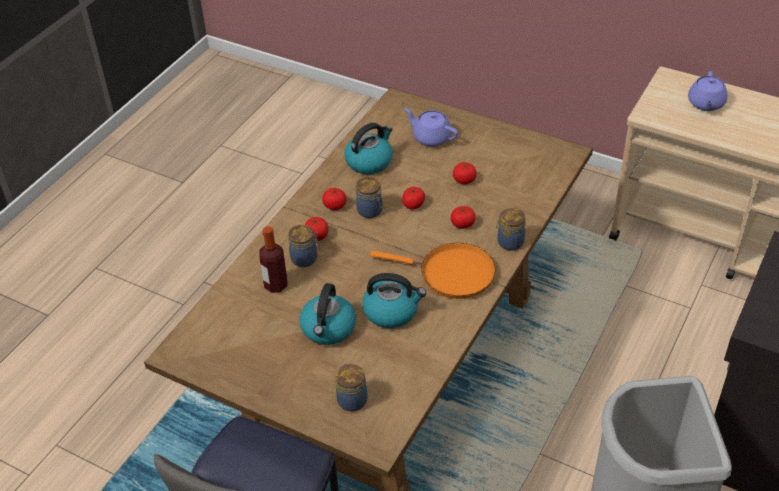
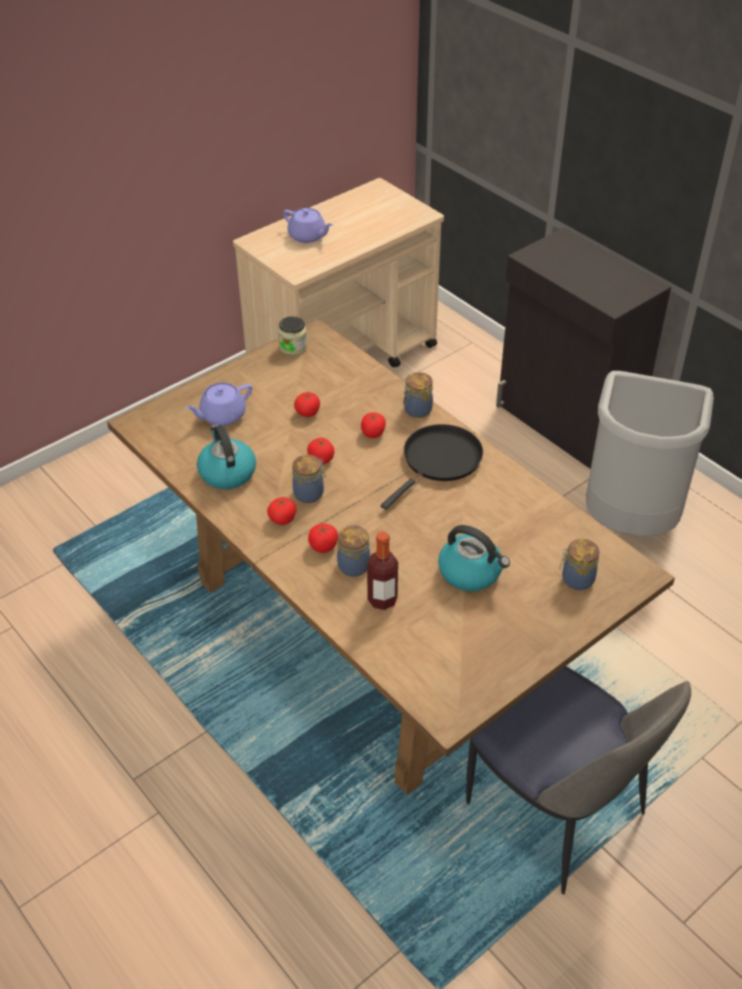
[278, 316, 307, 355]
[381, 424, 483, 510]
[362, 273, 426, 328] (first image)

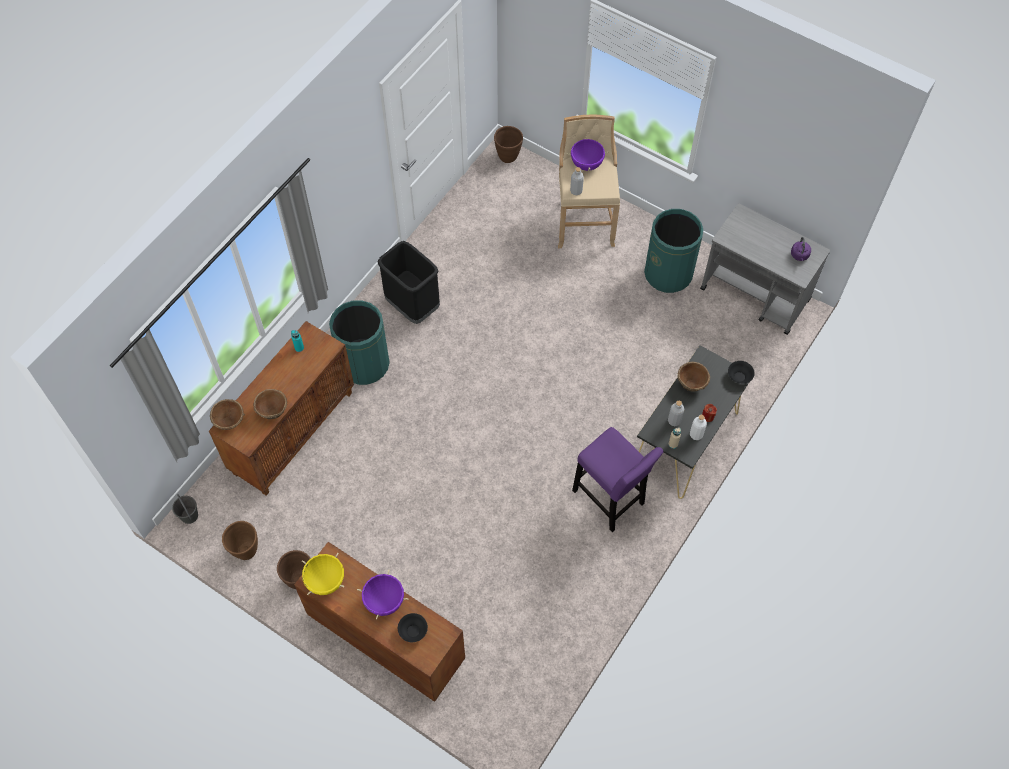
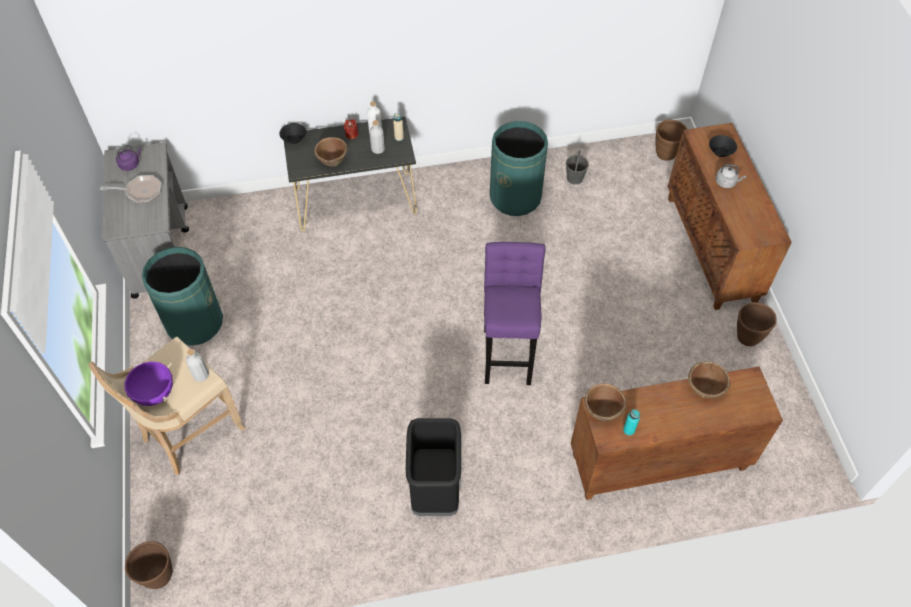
[100, 175, 161, 203]
[484, 242, 545, 385]
[490, 121, 548, 216]
[566, 150, 589, 185]
[585, 383, 626, 421]
[655, 120, 687, 160]
[715, 164, 746, 188]
[302, 553, 345, 595] (first image)

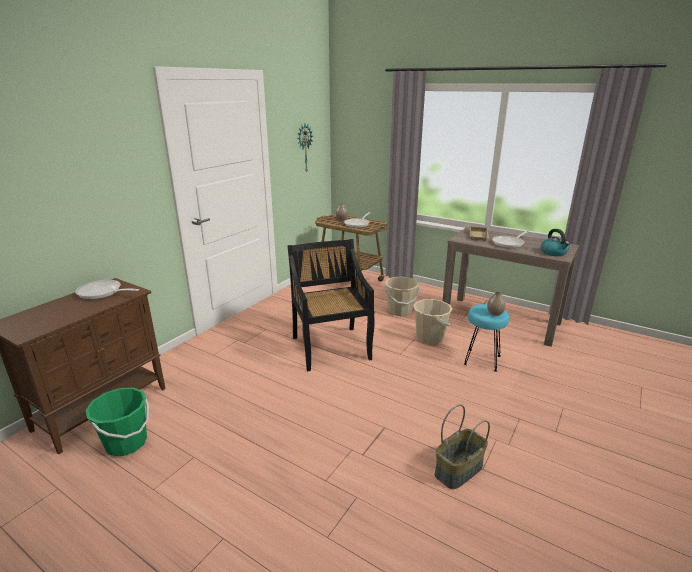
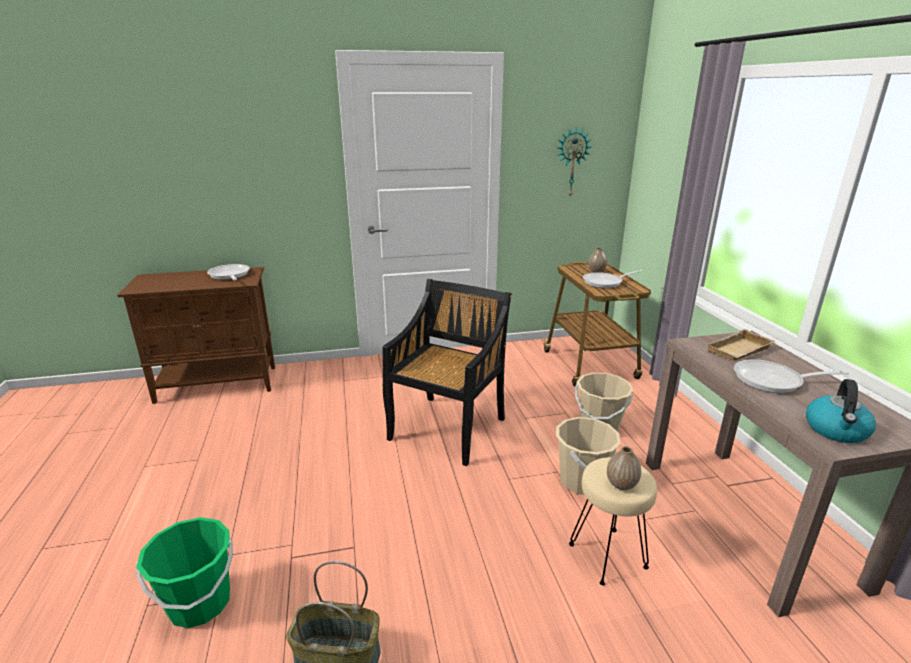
[136, 517, 233, 628]
[569, 457, 657, 585]

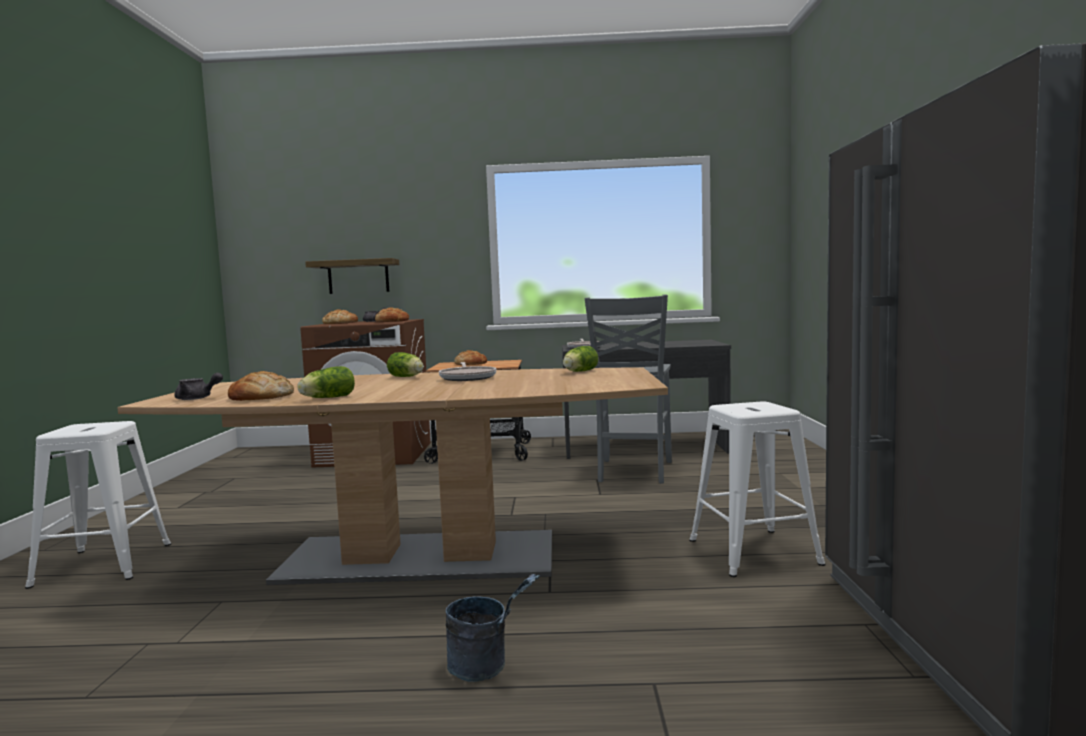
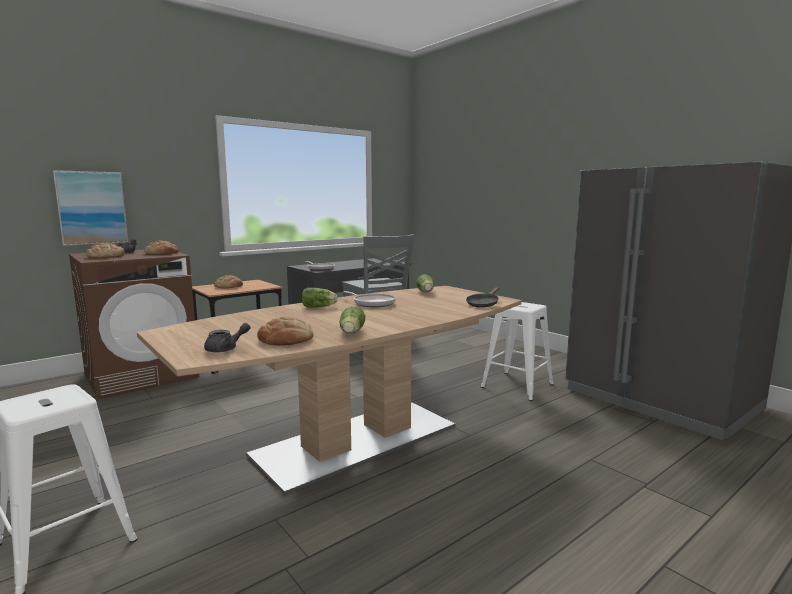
[53, 170, 129, 246]
[466, 287, 499, 308]
[446, 574, 540, 682] (first image)

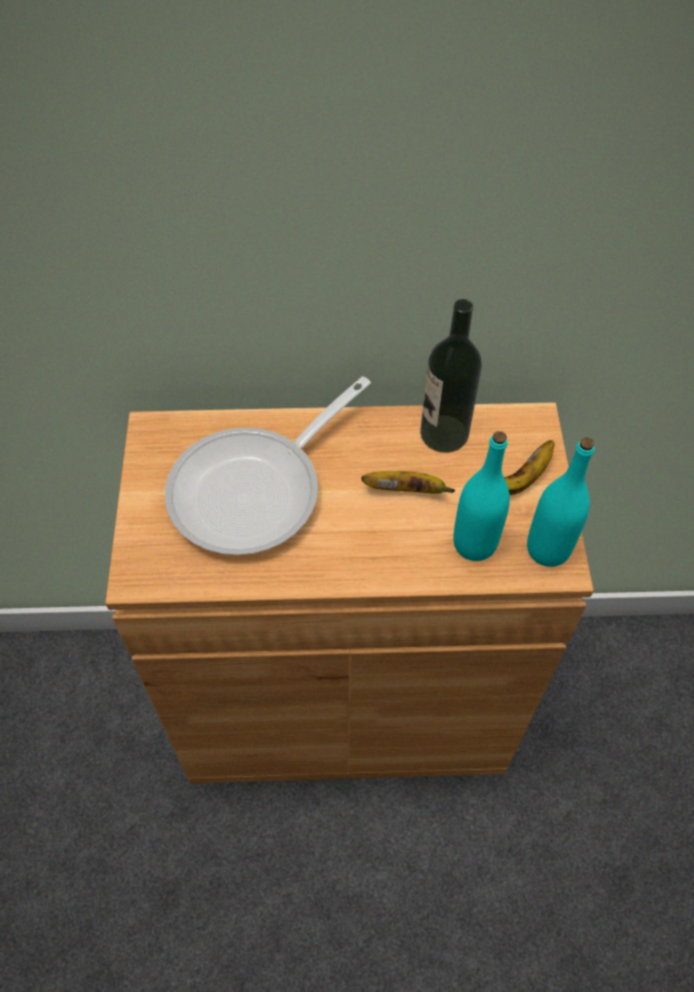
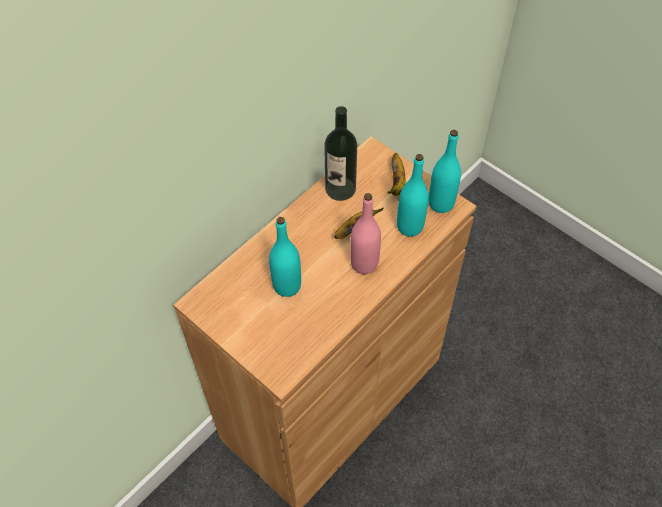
[269, 217, 301, 297]
[350, 193, 381, 274]

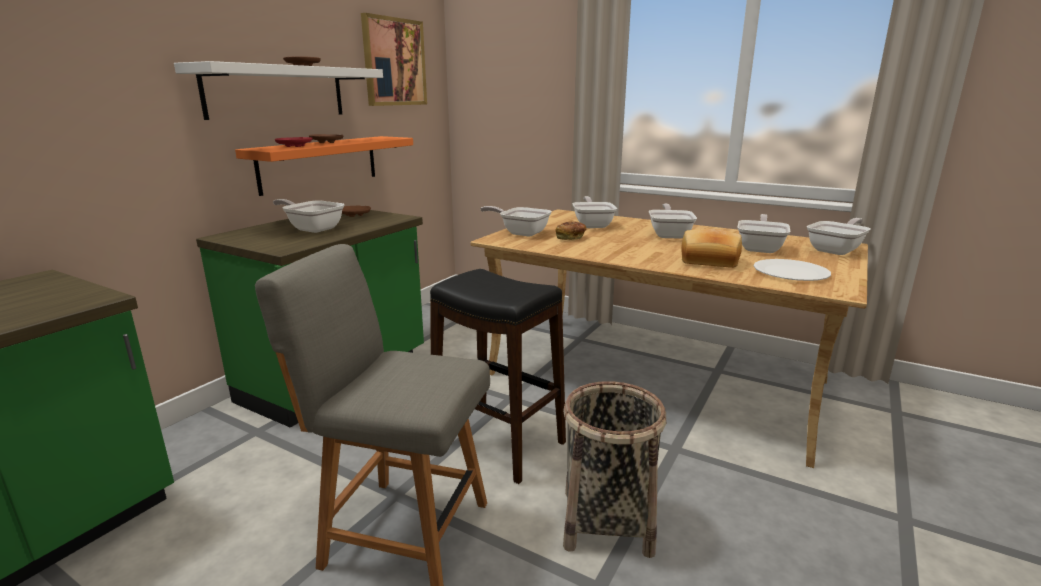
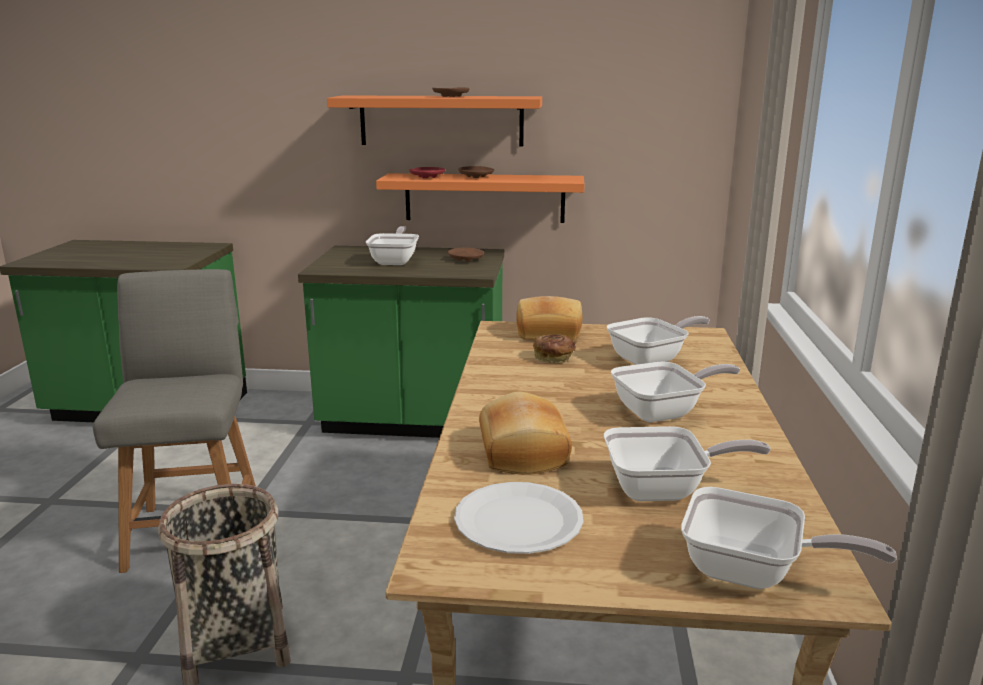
[327, 95, 542, 147]
[516, 296, 582, 340]
[361, 13, 427, 106] (first image)
[430, 269, 566, 484] (first image)

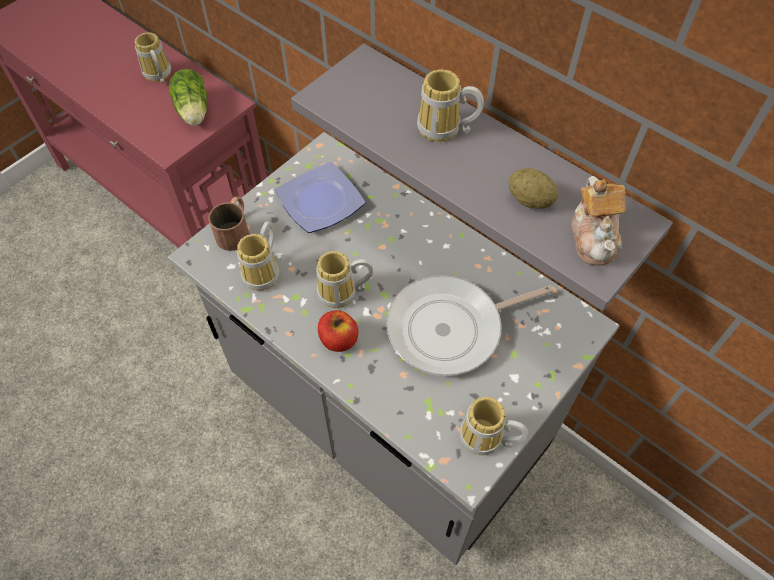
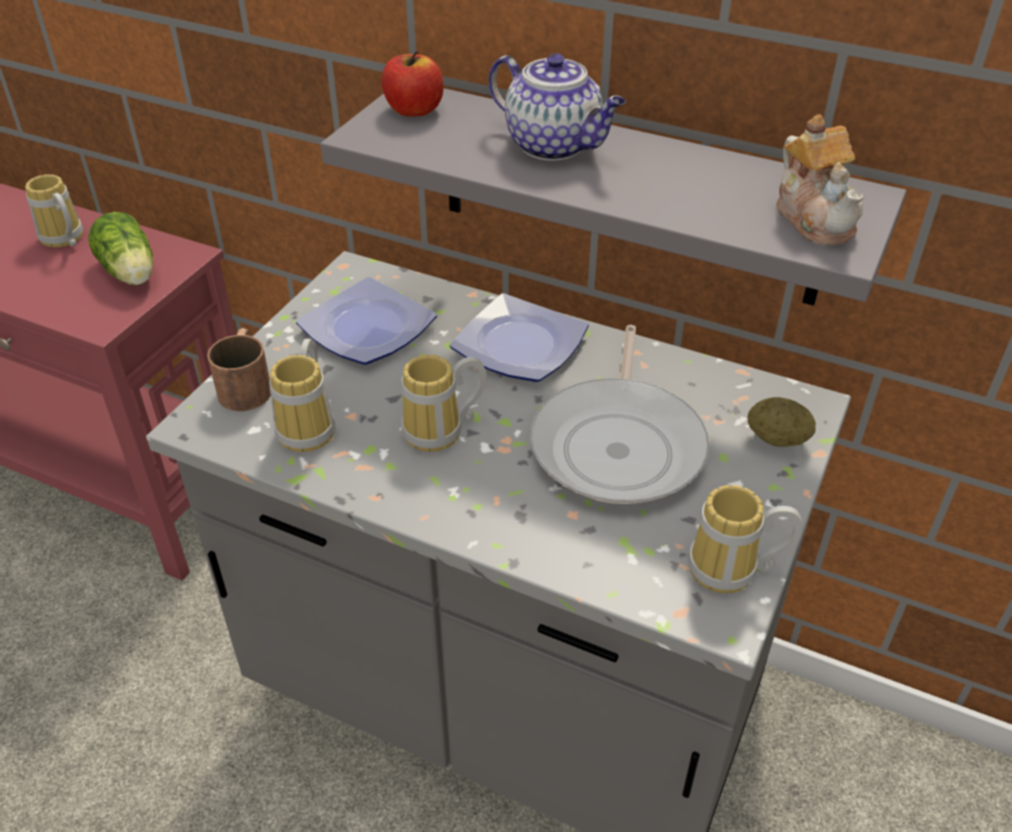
[381, 51, 444, 117]
[450, 293, 589, 382]
[489, 53, 626, 161]
[531, 325, 709, 504]
[748, 397, 816, 447]

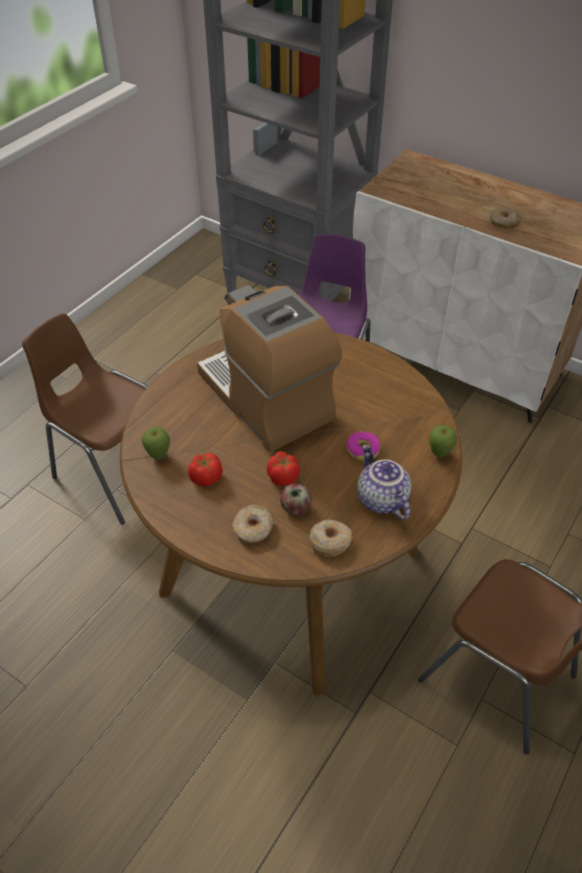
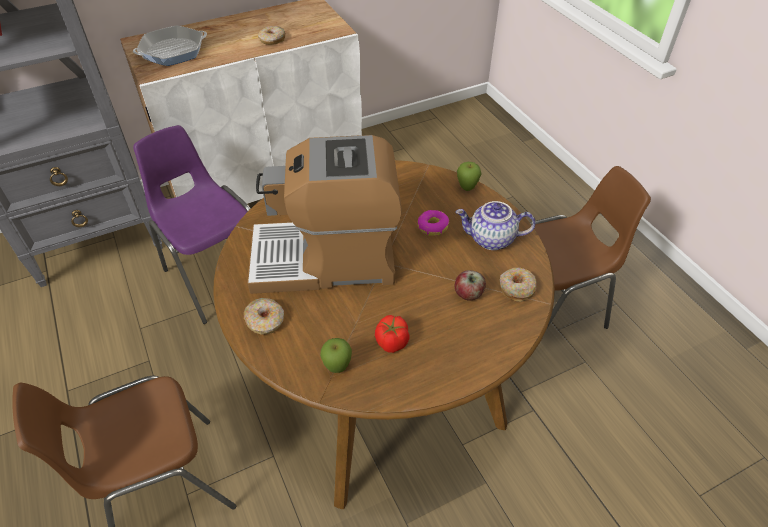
[133, 25, 207, 66]
[244, 298, 284, 335]
[267, 451, 300, 486] (first image)

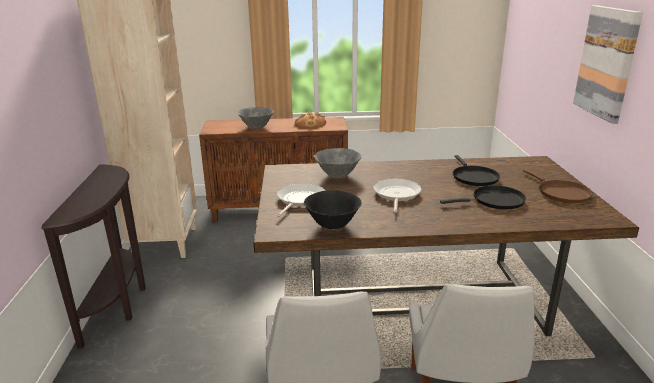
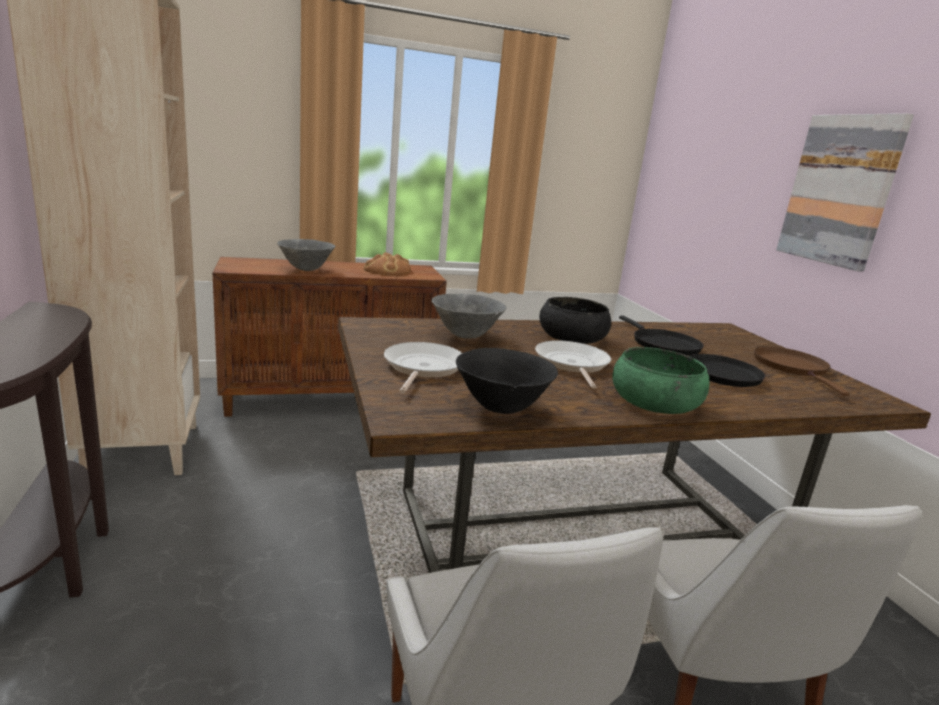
[539, 297, 611, 344]
[612, 347, 710, 414]
[754, 346, 849, 396]

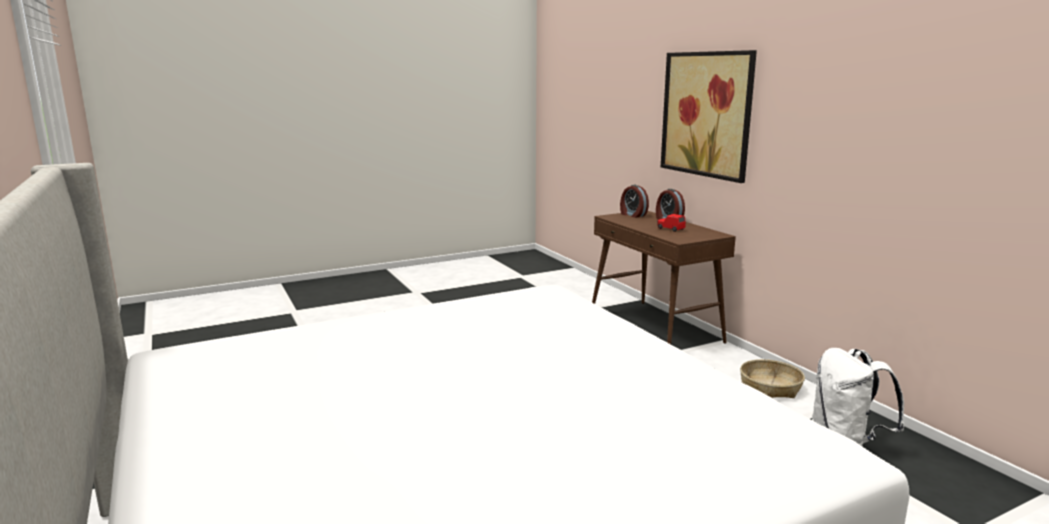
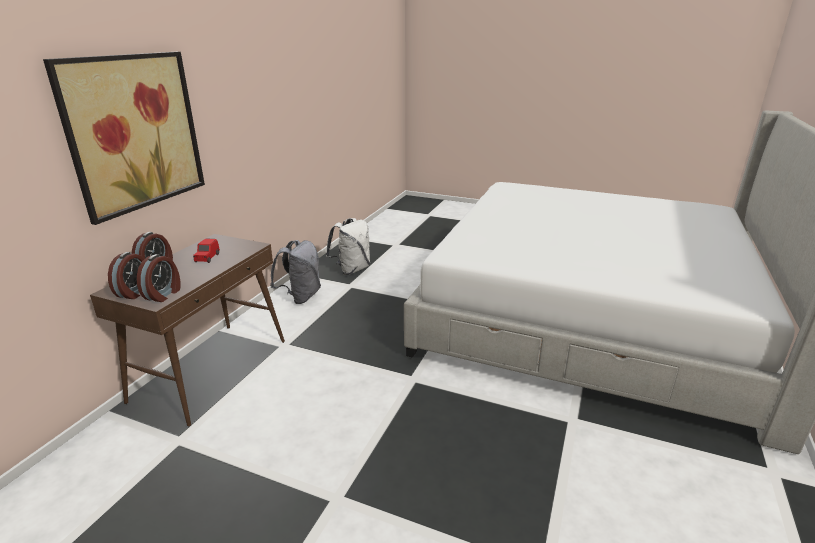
[137, 254, 180, 302]
[270, 240, 321, 304]

